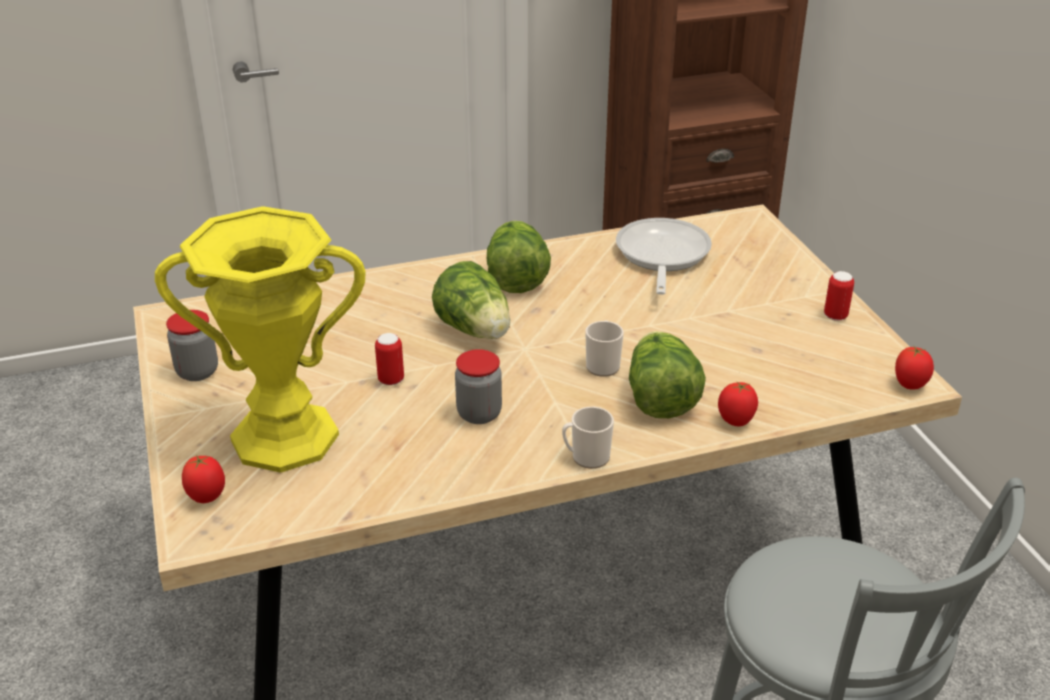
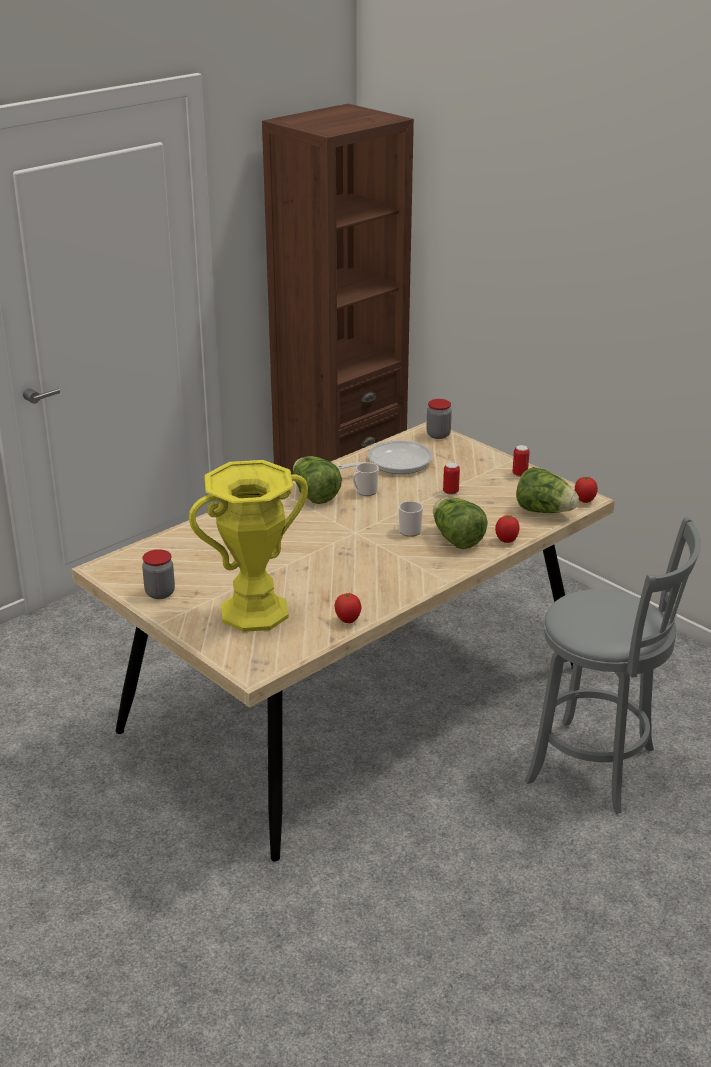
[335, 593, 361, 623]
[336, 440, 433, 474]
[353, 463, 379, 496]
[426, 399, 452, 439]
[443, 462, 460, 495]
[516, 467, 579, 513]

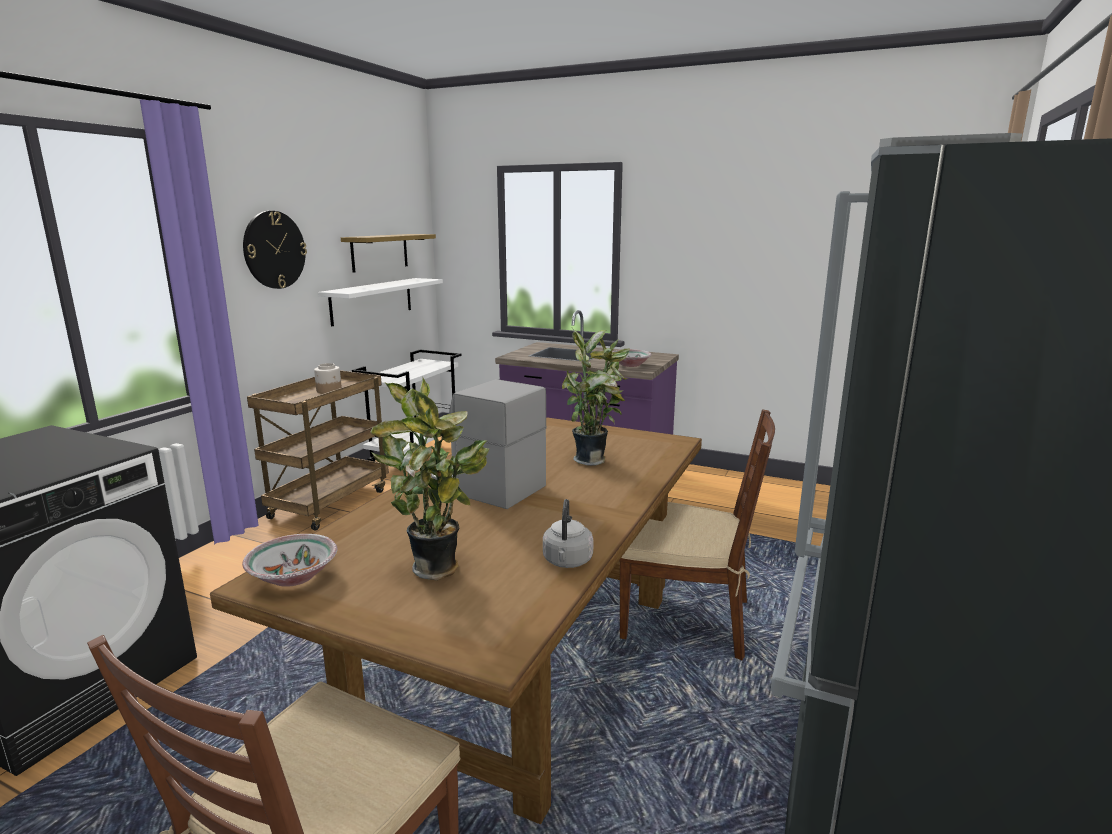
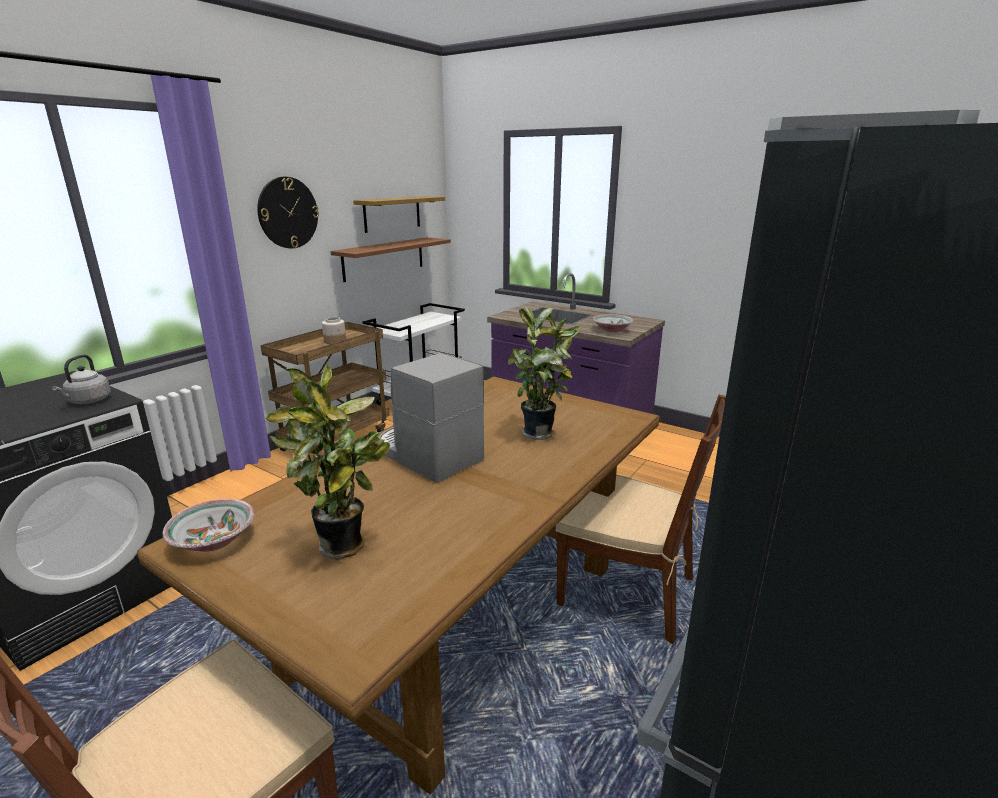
[52, 355, 110, 404]
[331, 237, 451, 282]

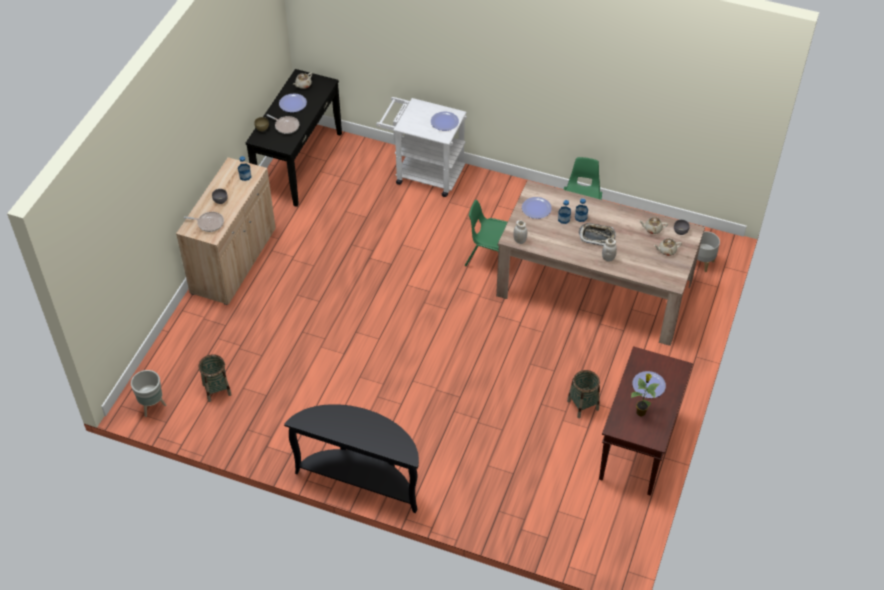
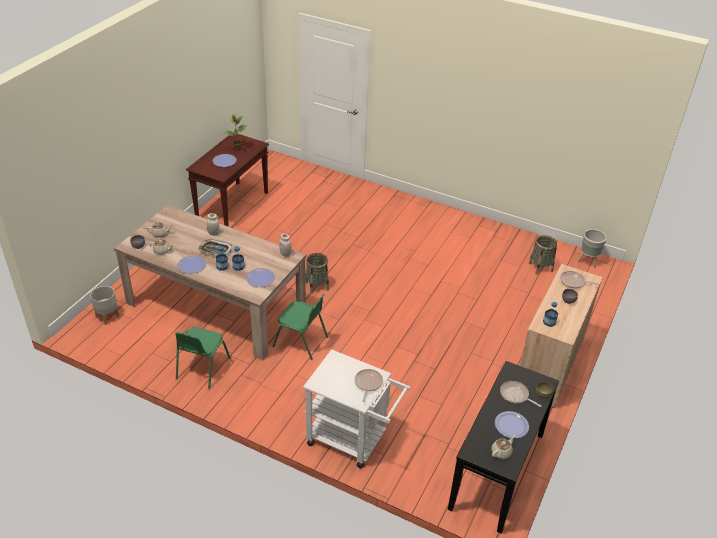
[178, 255, 206, 274]
[305, 253, 329, 294]
[355, 369, 383, 402]
[284, 404, 419, 513] (first image)

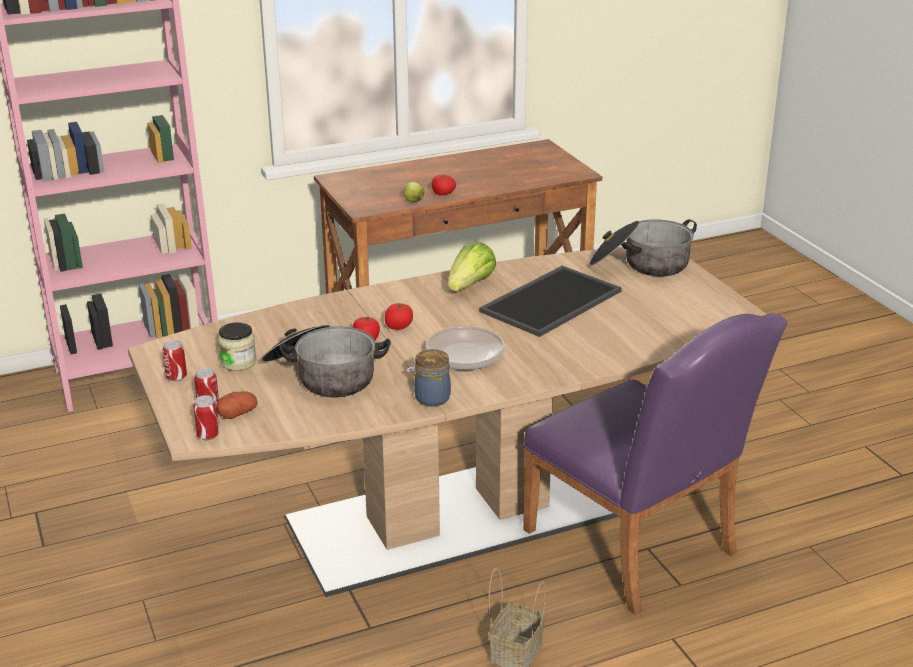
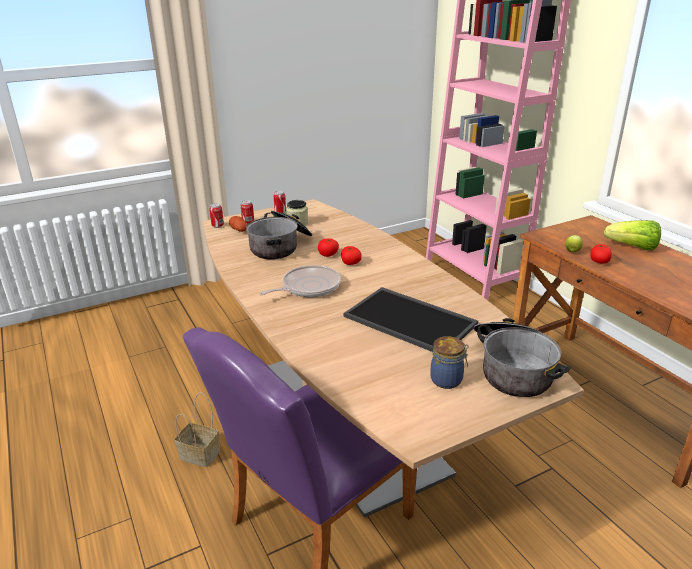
[259, 265, 341, 297]
[430, 336, 469, 389]
[604, 220, 661, 251]

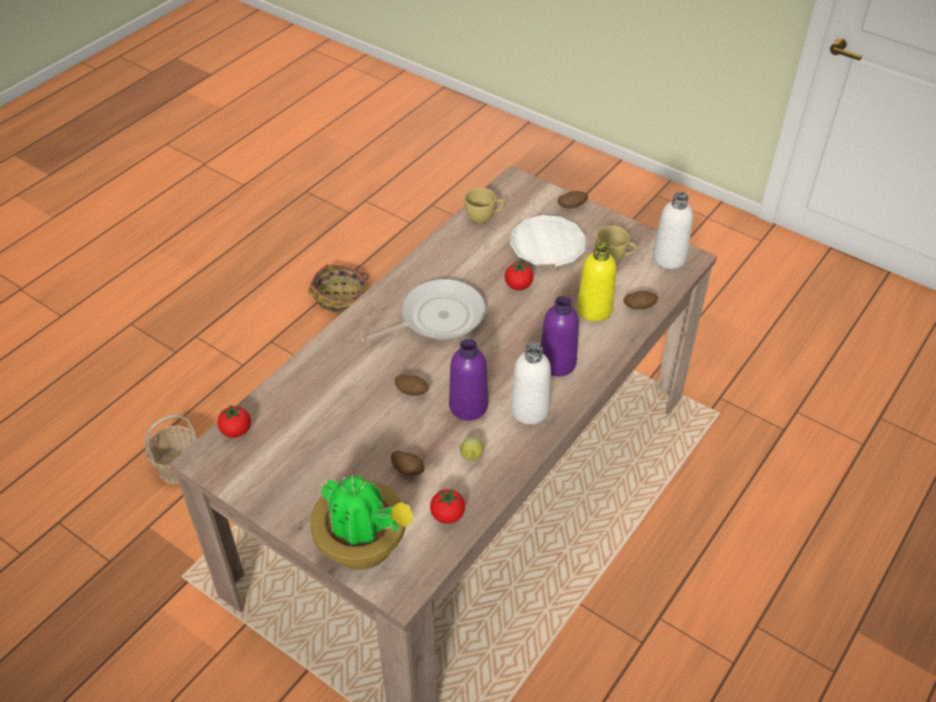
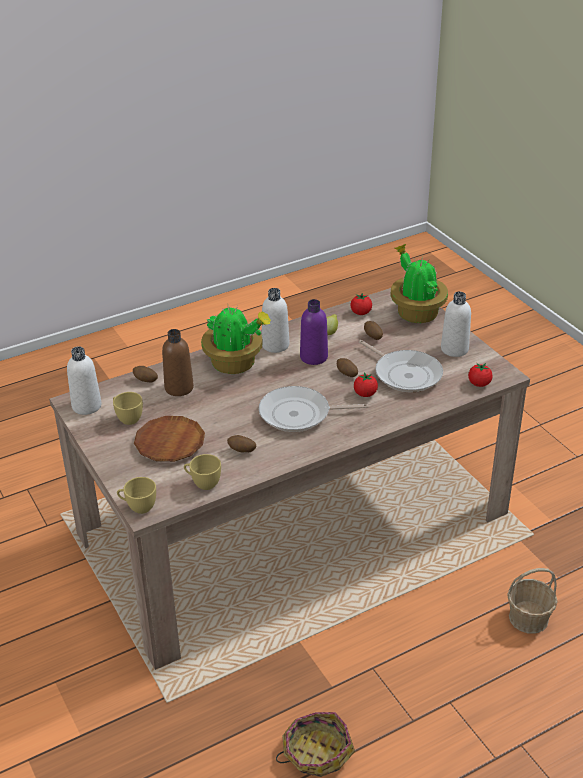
[117, 477, 156, 514]
[134, 416, 205, 462]
[162, 329, 194, 396]
[201, 306, 271, 374]
[227, 435, 256, 452]
[354, 372, 378, 397]
[359, 340, 443, 392]
[441, 292, 471, 357]

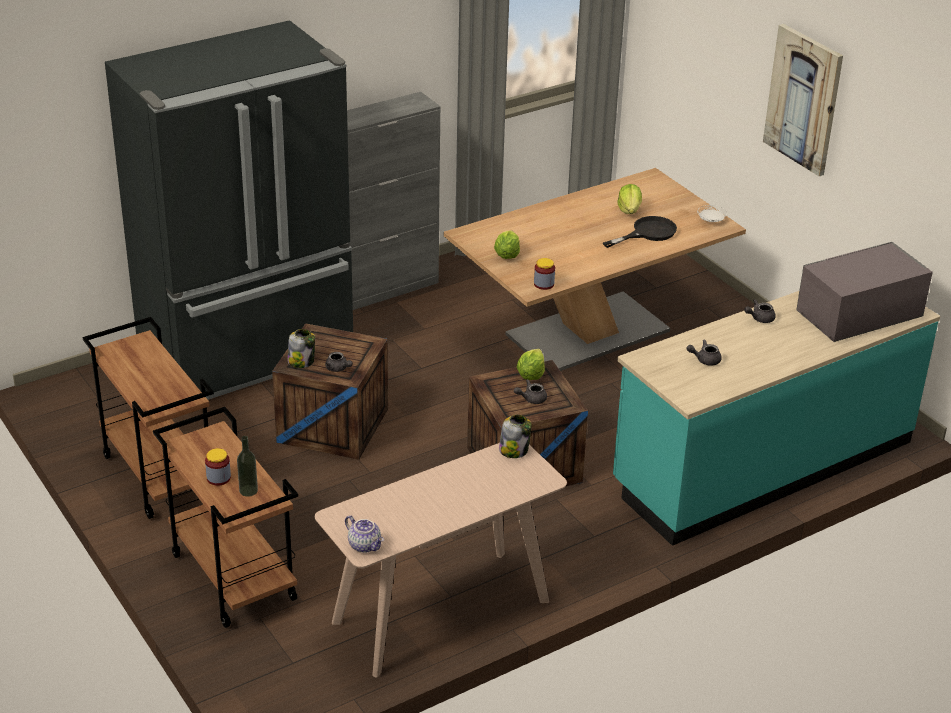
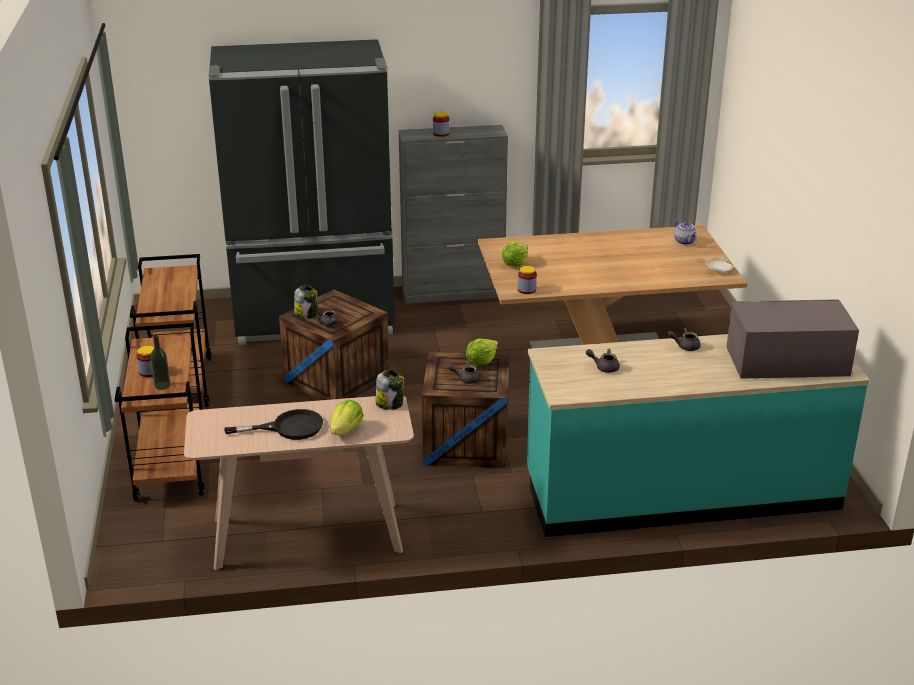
[224, 409, 323, 440]
[330, 400, 363, 435]
[433, 112, 450, 137]
[674, 220, 697, 245]
[763, 24, 843, 176] (first image)

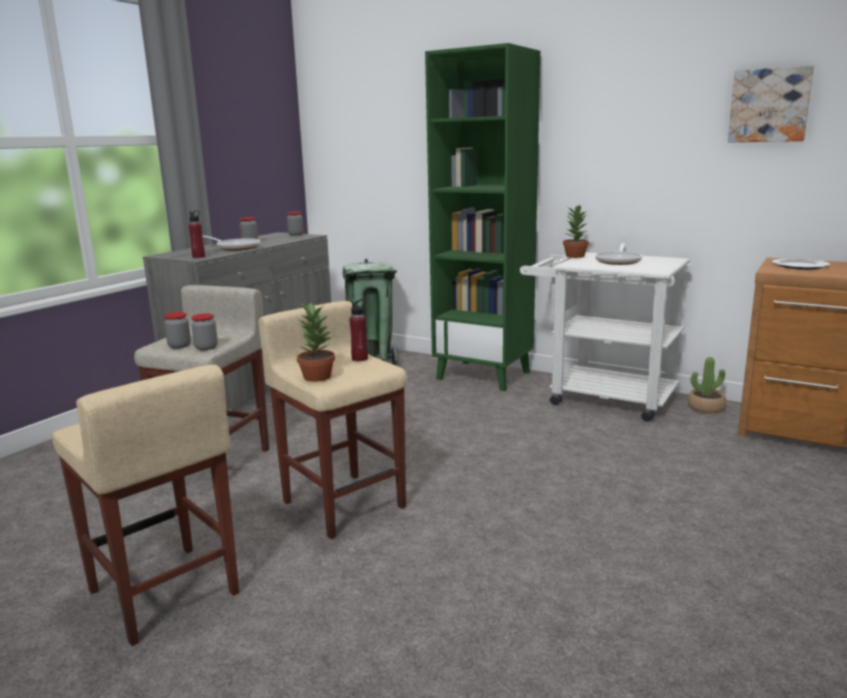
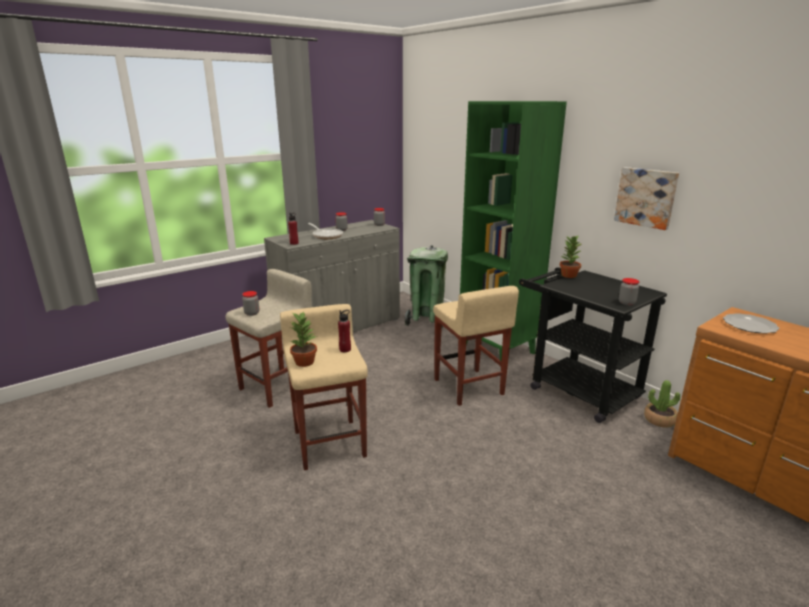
[433, 286, 519, 406]
[519, 267, 667, 423]
[614, 167, 679, 230]
[619, 278, 639, 305]
[595, 243, 642, 265] (first image)

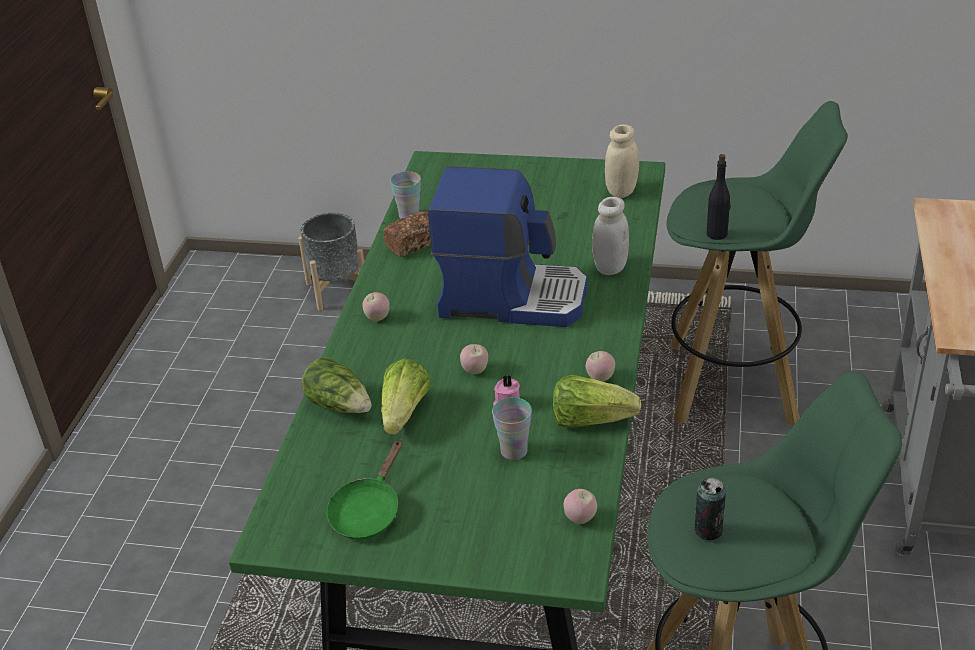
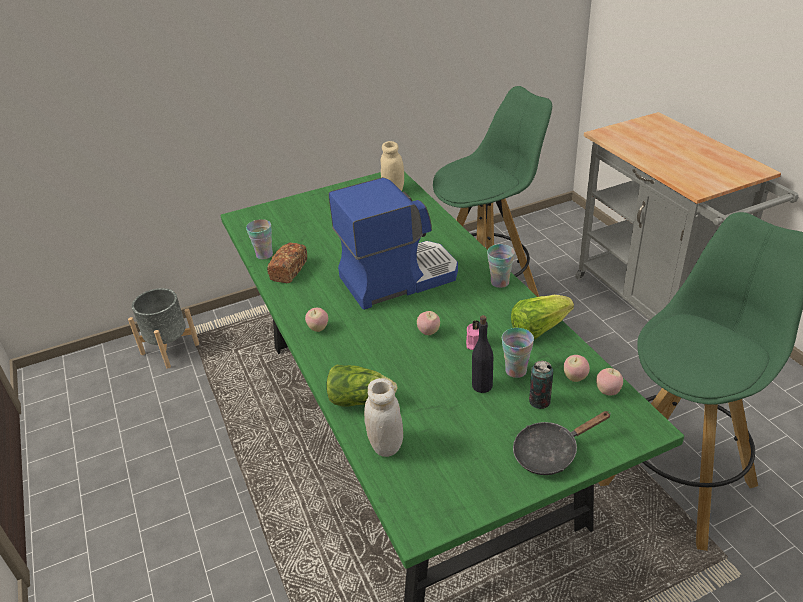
[364, 378, 403, 457]
[472, 315, 493, 393]
[487, 244, 515, 288]
[513, 411, 611, 475]
[529, 361, 553, 409]
[564, 355, 590, 382]
[326, 439, 403, 539] (first image)
[381, 358, 431, 435] (first image)

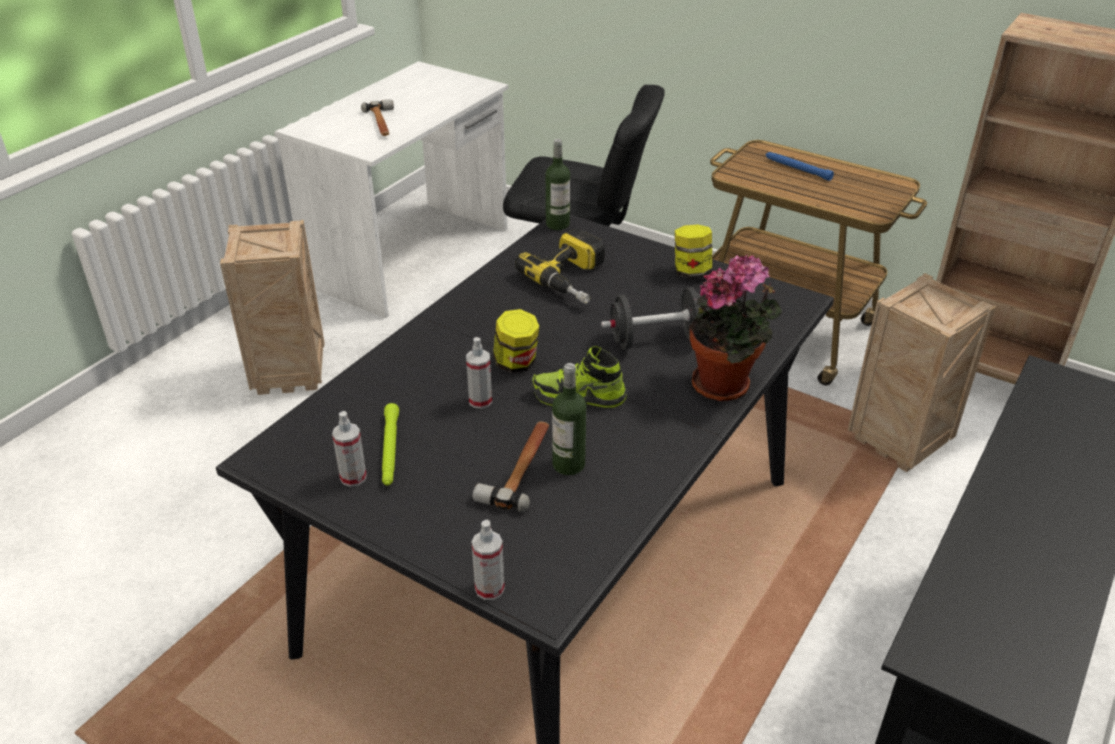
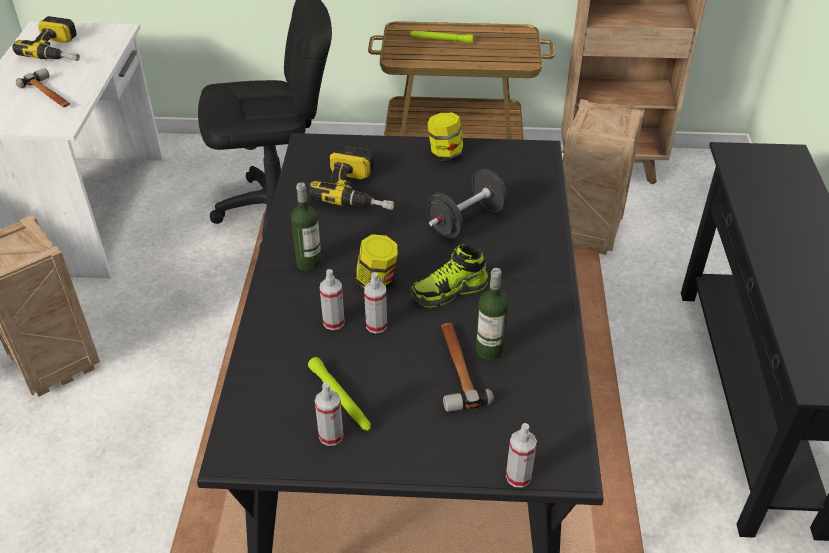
[13, 16, 80, 61]
[291, 182, 322, 271]
[320, 269, 344, 330]
[410, 31, 474, 44]
[690, 255, 782, 401] (first image)

